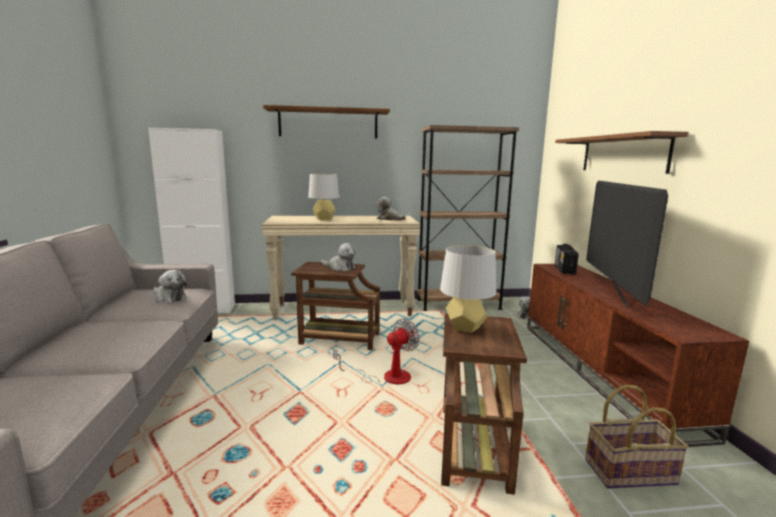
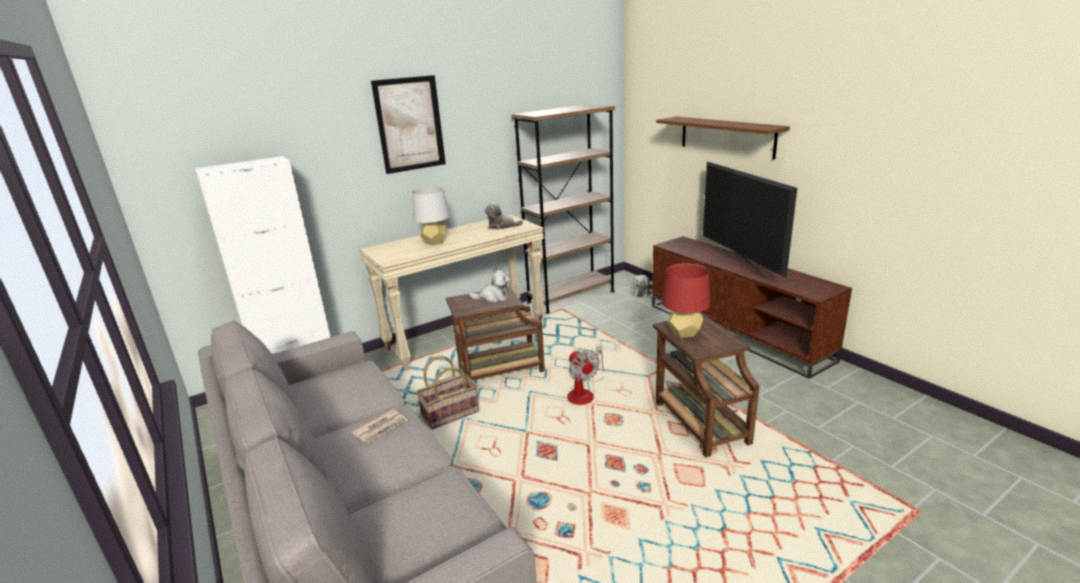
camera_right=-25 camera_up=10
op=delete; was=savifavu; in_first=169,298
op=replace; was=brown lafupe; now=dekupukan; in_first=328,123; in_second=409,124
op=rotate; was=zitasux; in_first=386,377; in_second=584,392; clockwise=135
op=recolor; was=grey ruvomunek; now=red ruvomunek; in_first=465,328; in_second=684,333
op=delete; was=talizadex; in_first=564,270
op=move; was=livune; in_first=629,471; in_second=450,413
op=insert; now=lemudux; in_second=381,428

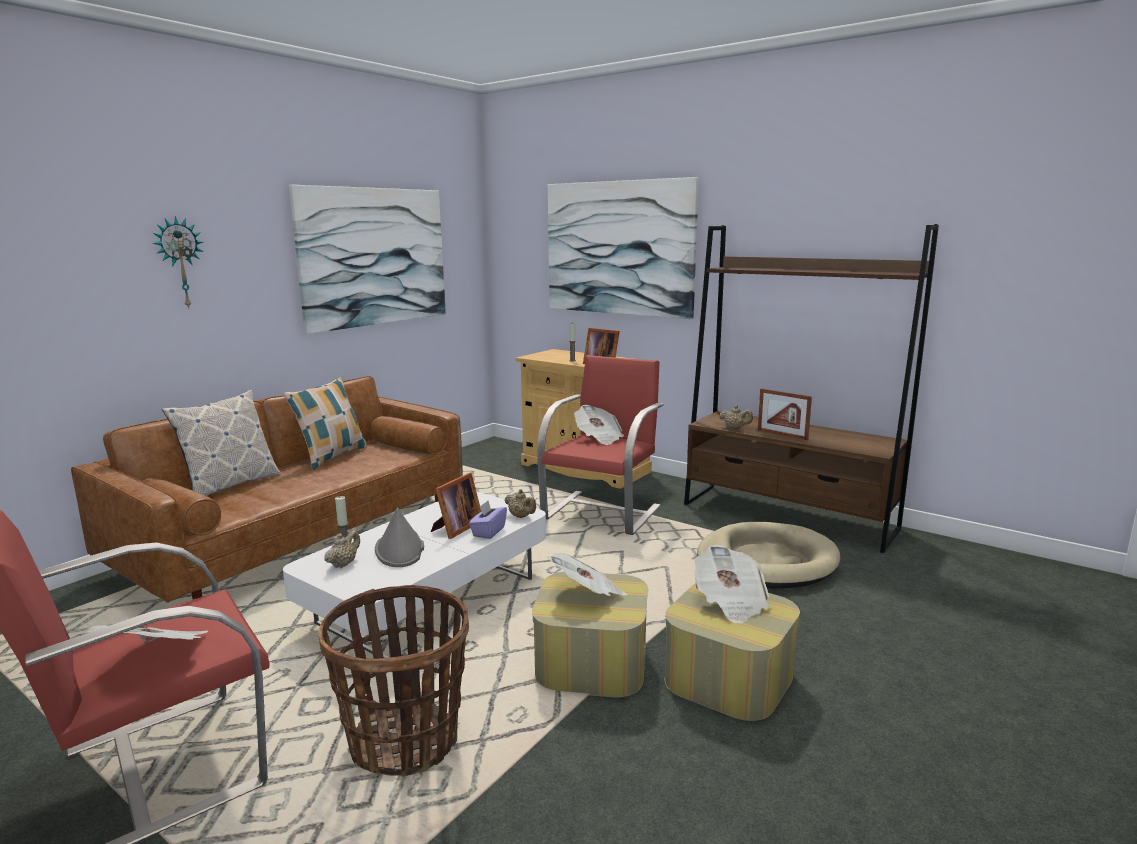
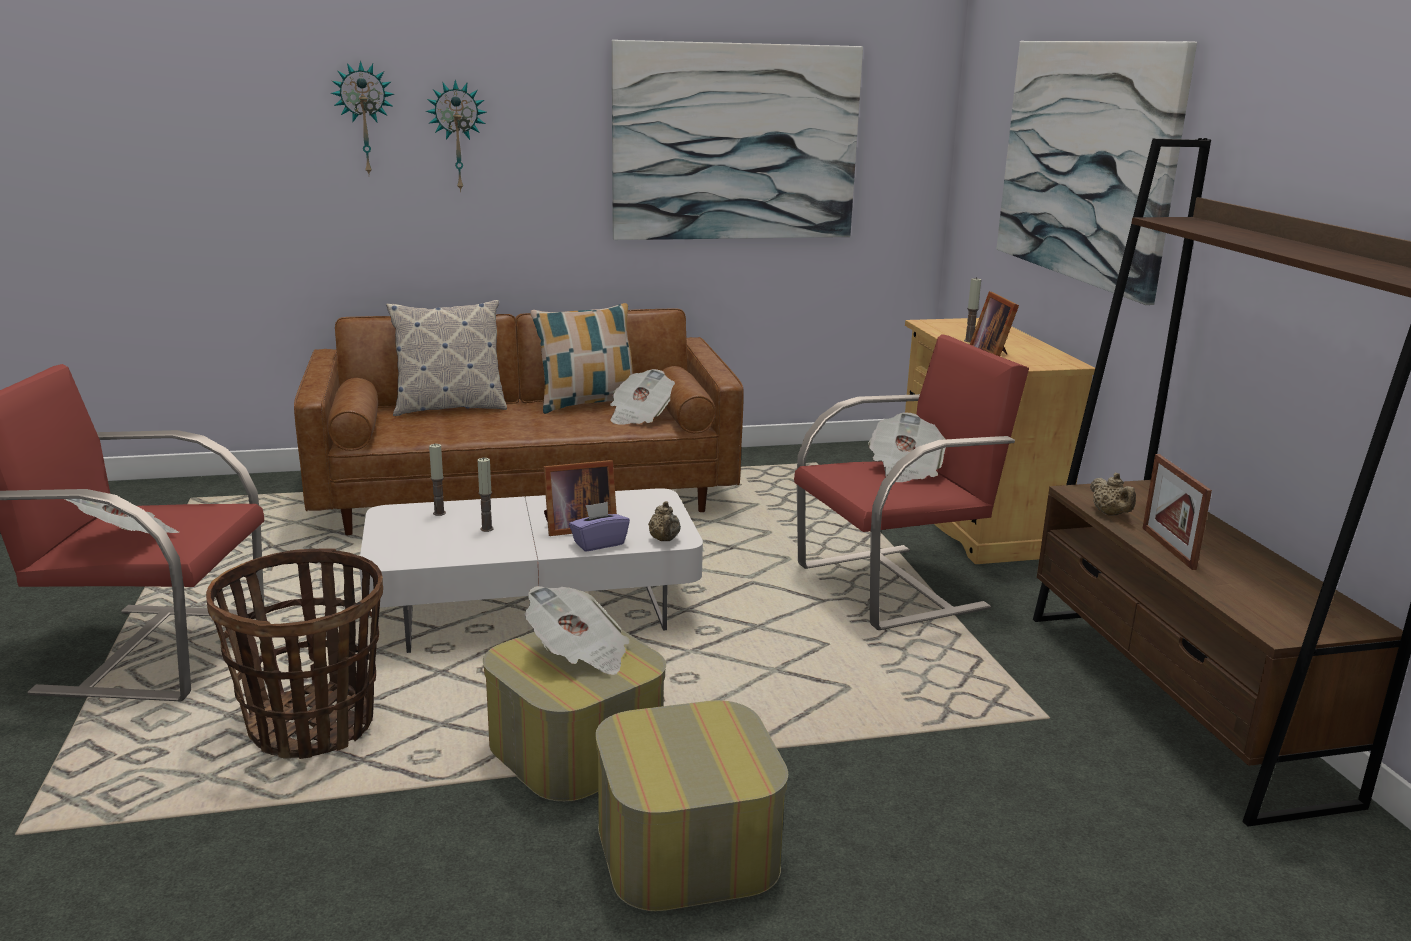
camera_right=40 camera_up=5
op=delete; was=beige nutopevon; in_first=343,564
op=replace; was=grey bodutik; now=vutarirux; in_first=400,549; in_second=487,529
op=move; was=lemudux; in_first=730,602; in_second=640,416
op=delete; was=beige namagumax; in_first=766,561
op=insert; now=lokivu; in_second=364,119

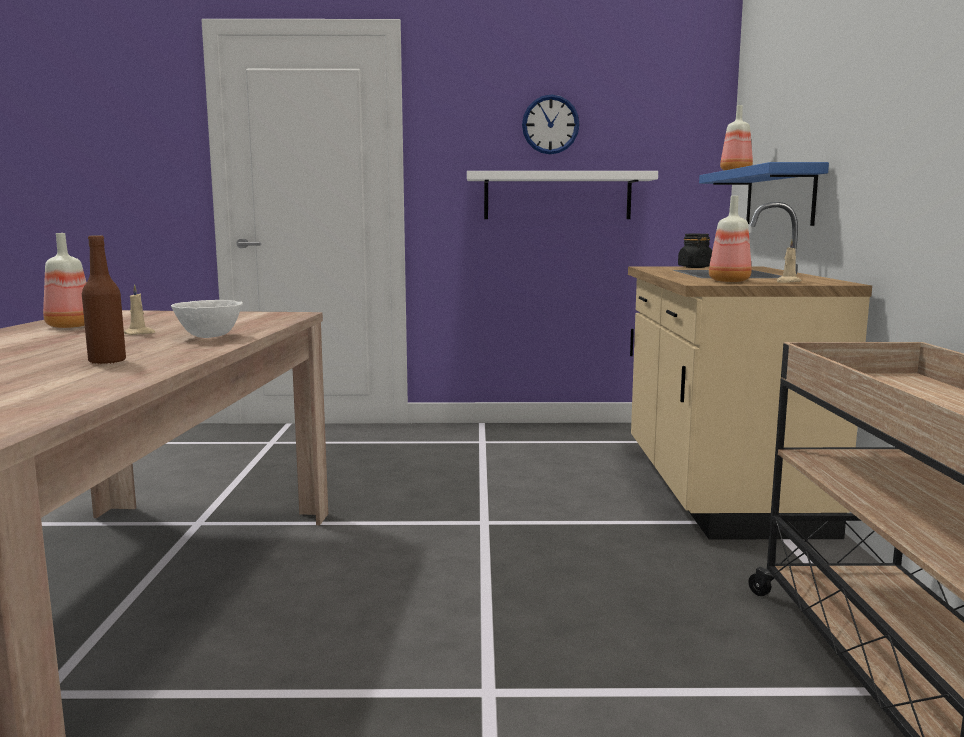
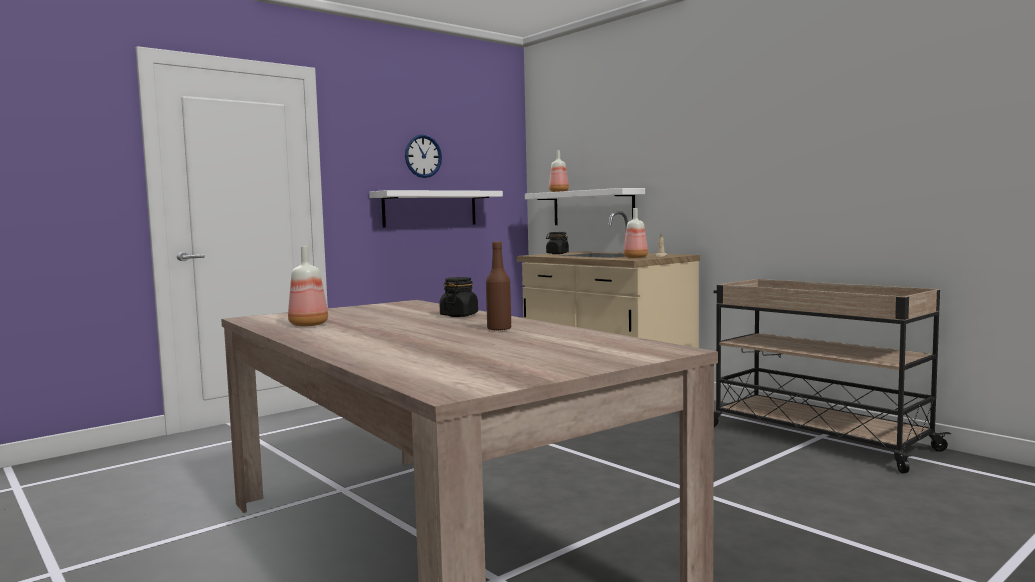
camera_right=-40 camera_up=-5
op=delete; was=beige vutarirux; in_first=140,333
op=replace; was=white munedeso; now=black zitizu; in_first=209,337; in_second=459,315
op=recolor; was=blue lafupe; now=white lafupe; in_first=779,197; in_second=592,208

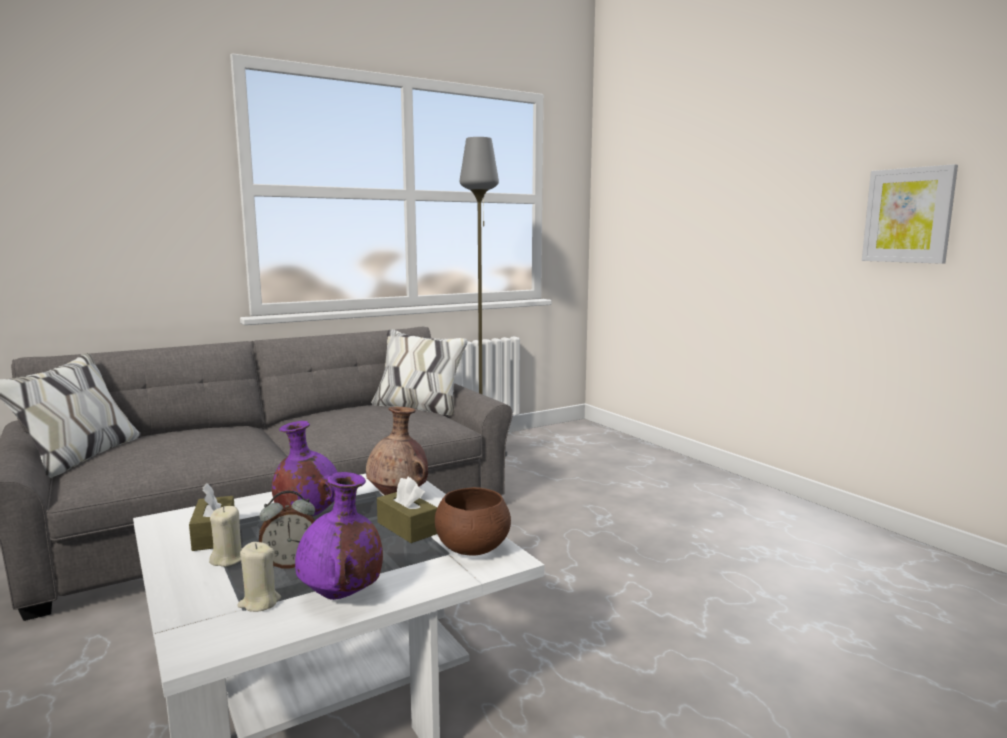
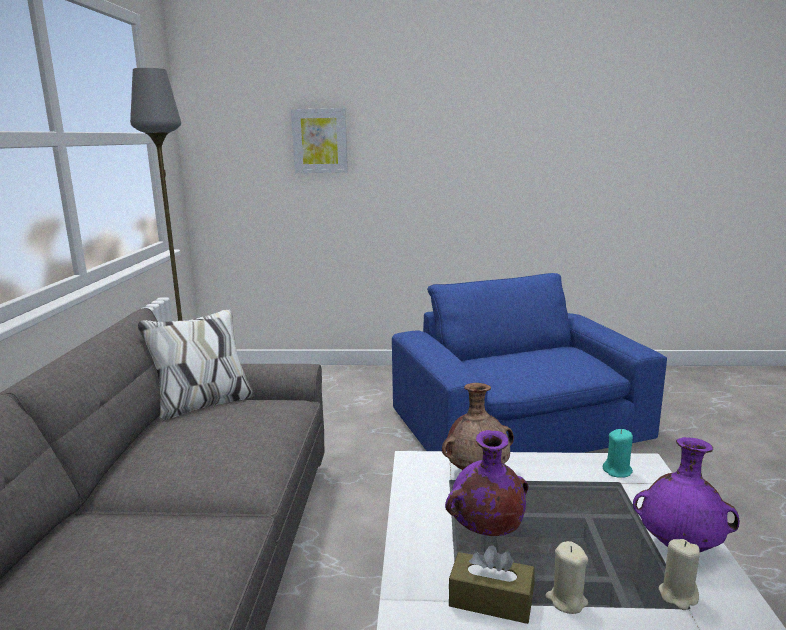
camera_right=-55 camera_up=5
op=delete; was=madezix; in_first=291,564
op=delete; was=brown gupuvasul; in_first=407,528
op=replace; was=brown munedeso; now=turquoise vutarirux; in_first=471,549; in_second=617,471
op=move; was=dekupukan; in_first=908,215; in_second=320,141
op=insert; now=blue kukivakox; in_second=519,427

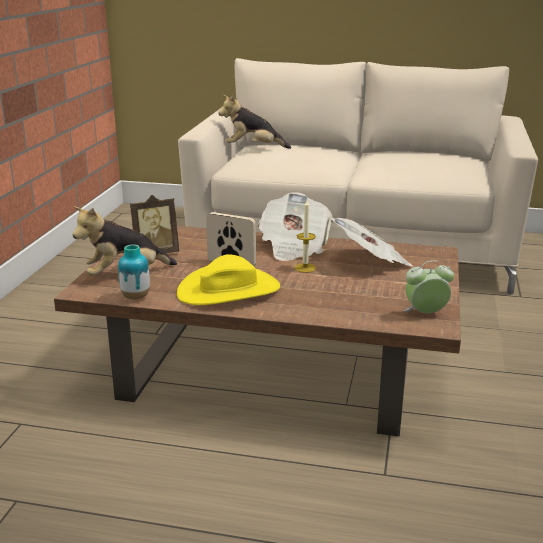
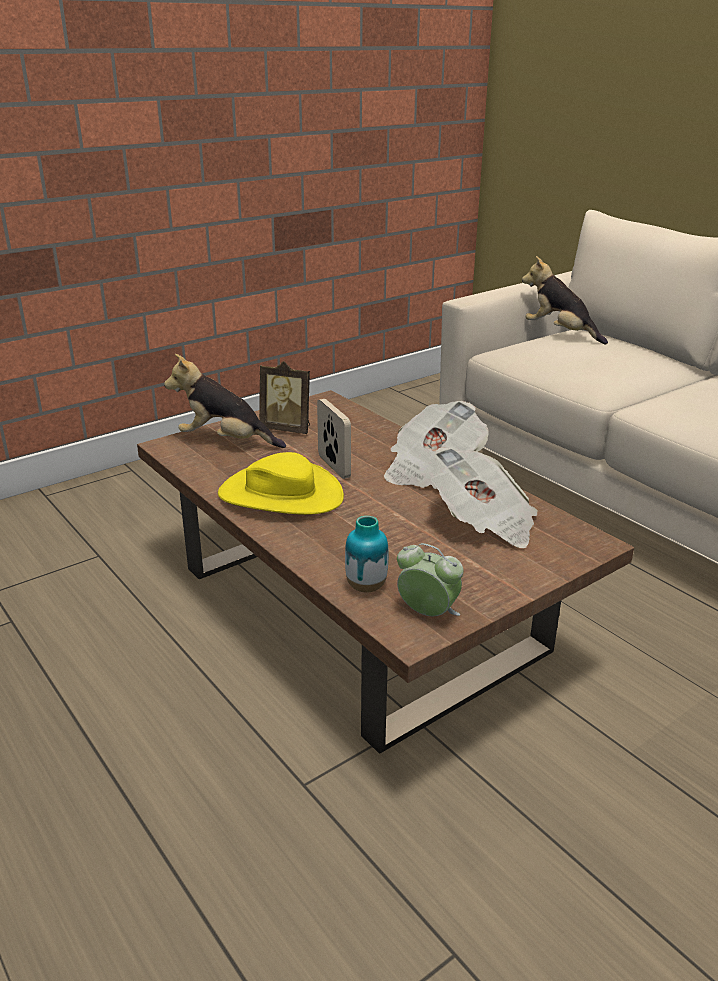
camera_right=40 camera_up=5
op=move; was=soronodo; in_first=135,297; in_second=366,586
op=delete; was=vutarirux; in_first=305,268

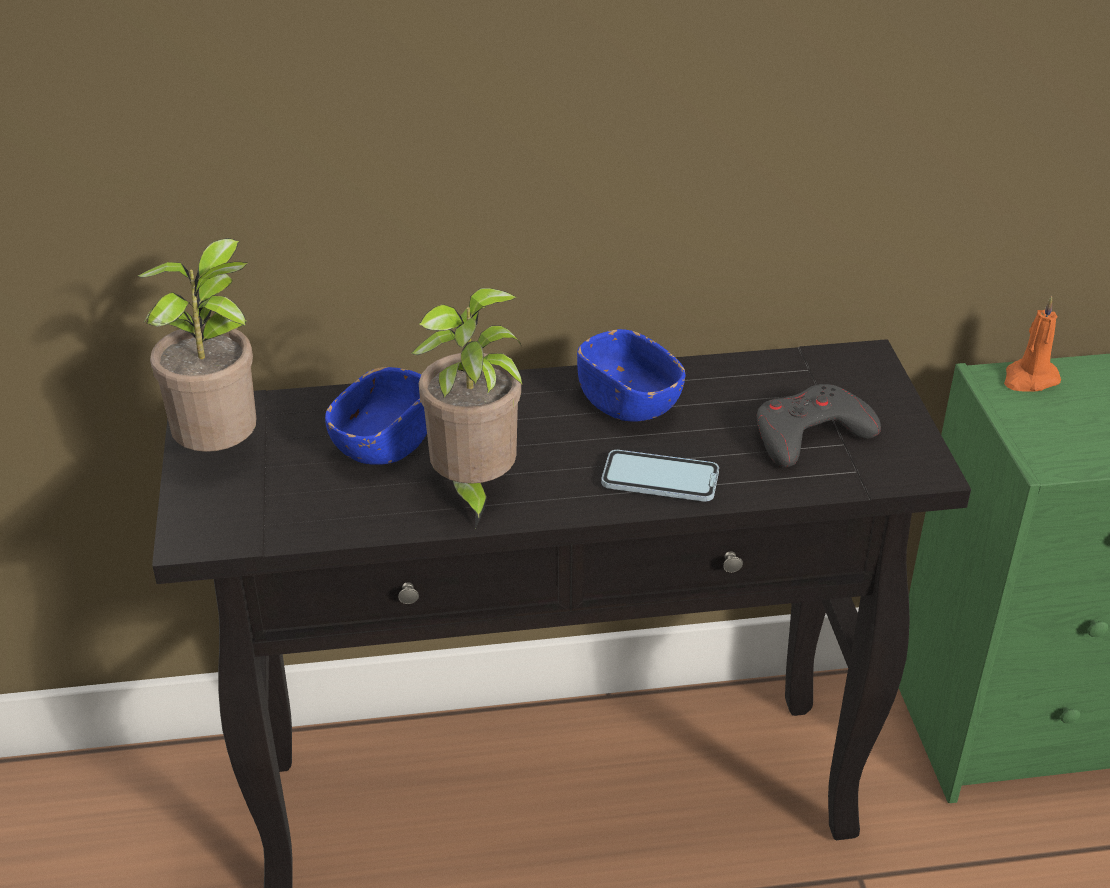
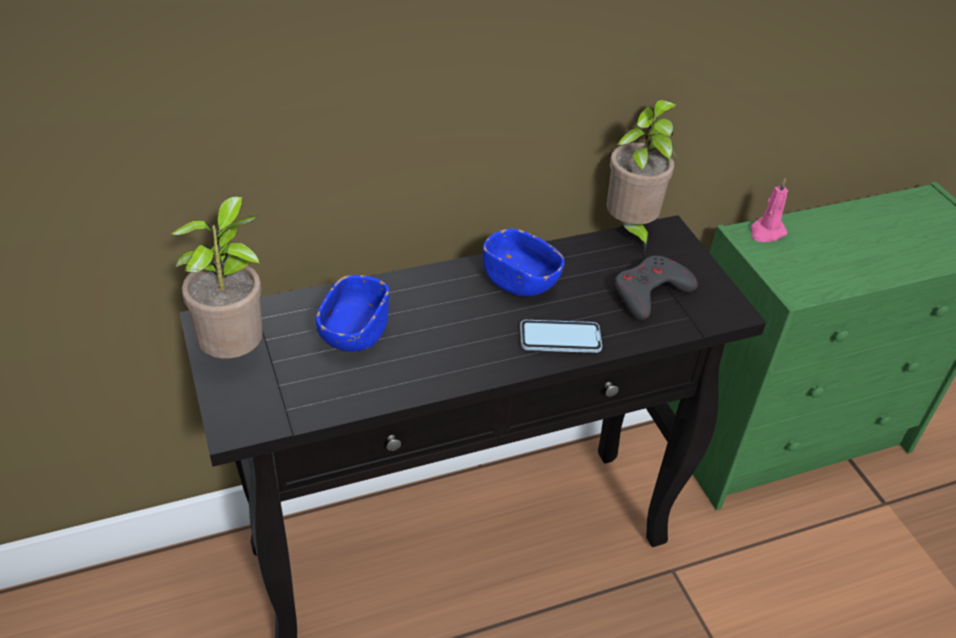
camera_right=-15 camera_up=5
op=move; was=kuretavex; in_first=473,490; in_second=630,230
op=recolor; was=orange vutarirux; now=pink vutarirux; in_first=1029,379; in_second=766,232

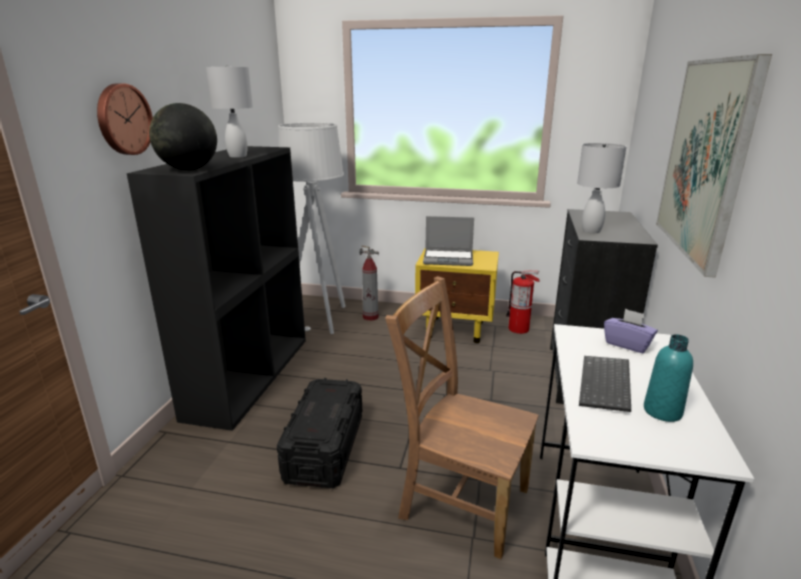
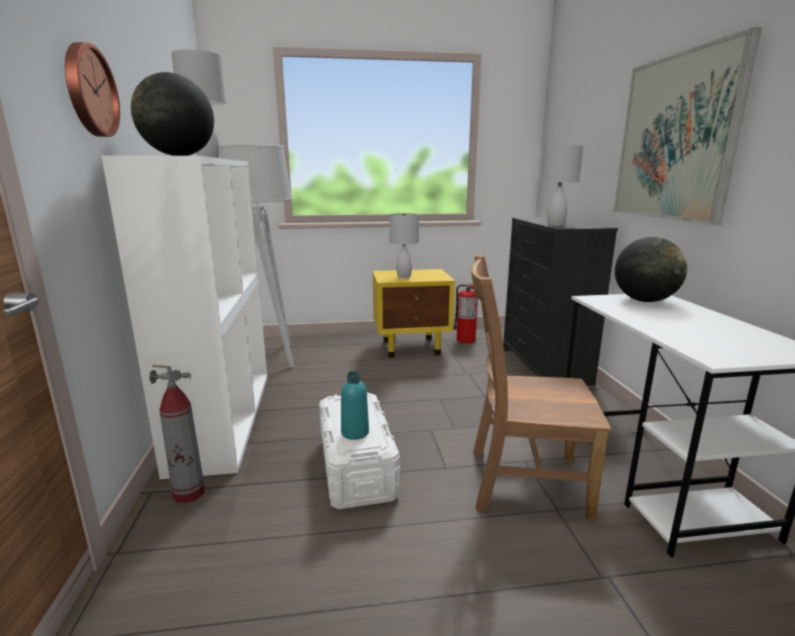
camera_right=-20 camera_up=-5
op=recolor; was=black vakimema; now=white vakimema; in_first=249,375; in_second=223,417
op=recolor; was=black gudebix; now=white gudebix; in_first=325,448; in_second=357,466
op=move; was=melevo; in_first=370,317; in_second=189,493
op=replace; was=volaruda; now=white ruvomunek; in_first=449,259; in_second=404,276
op=delete; was=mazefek; in_first=606,385
op=replace; was=purple gupuvasul; now=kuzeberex; in_first=627,344; in_second=644,300
op=move; was=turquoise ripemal; in_first=662,411; in_second=355,432

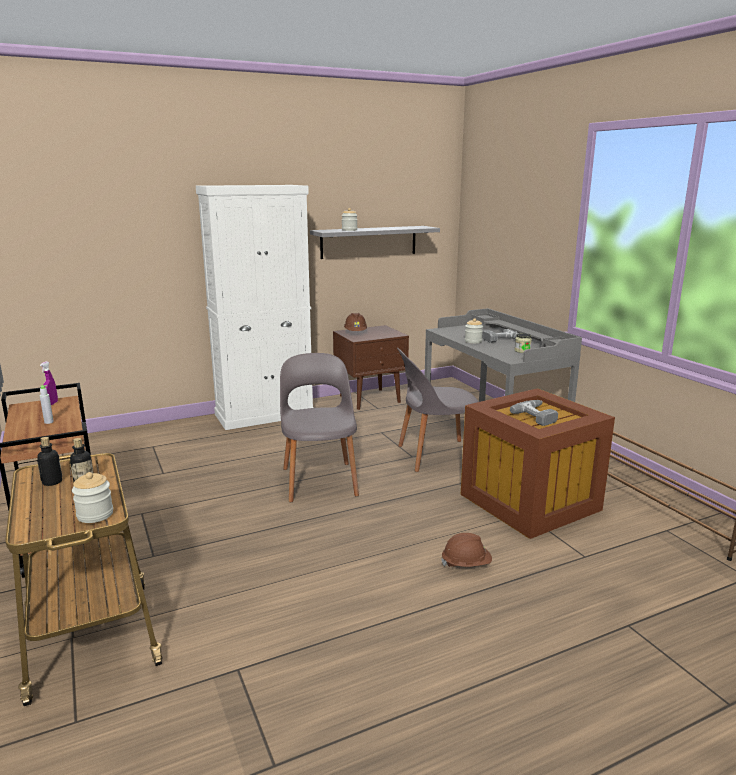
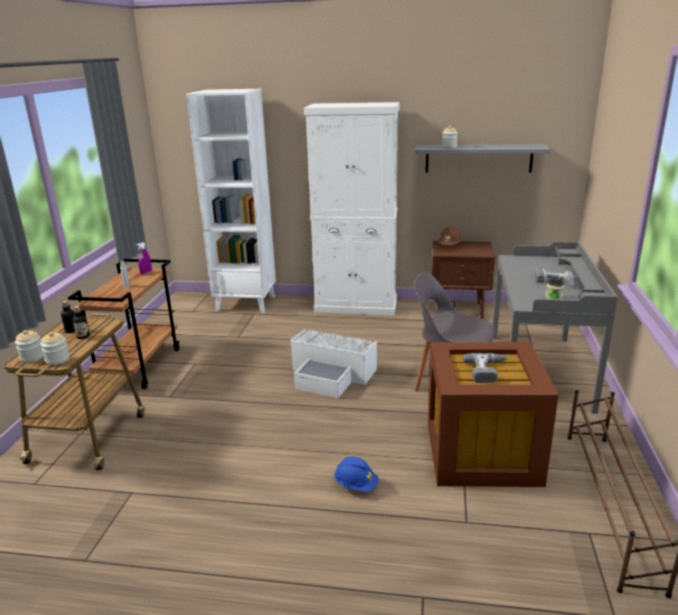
camera_right=35 camera_up=5
op=replace; was=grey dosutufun; now=white gudebix; in_first=319,480; in_second=332,374
op=recolor; was=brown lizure; now=blue lizure; in_first=466,564; in_second=356,485
op=move; was=zitizu; in_first=473,341; in_second=32,357
op=insert; now=white vakimema; in_second=246,303

